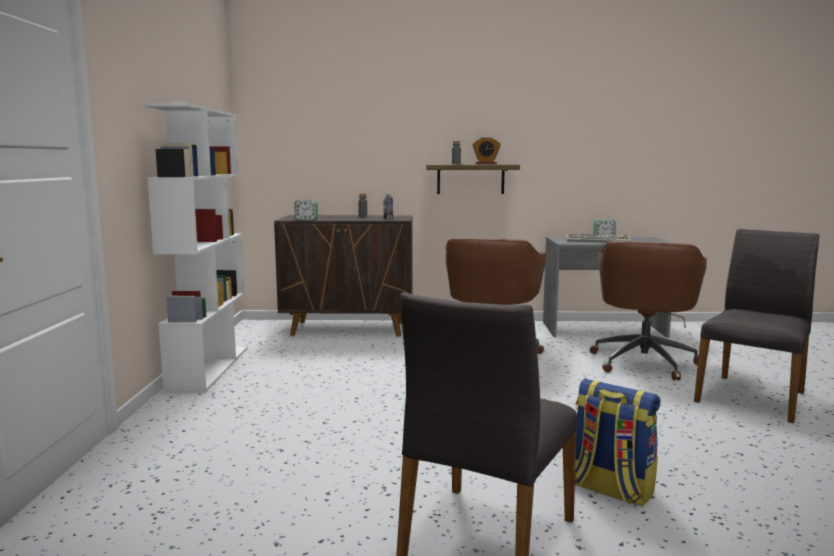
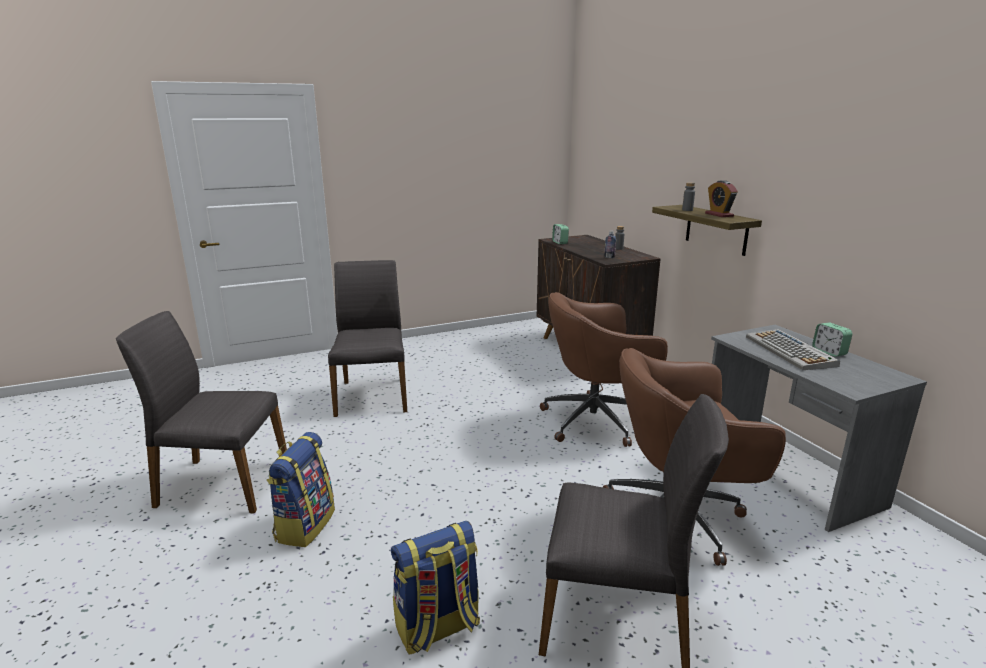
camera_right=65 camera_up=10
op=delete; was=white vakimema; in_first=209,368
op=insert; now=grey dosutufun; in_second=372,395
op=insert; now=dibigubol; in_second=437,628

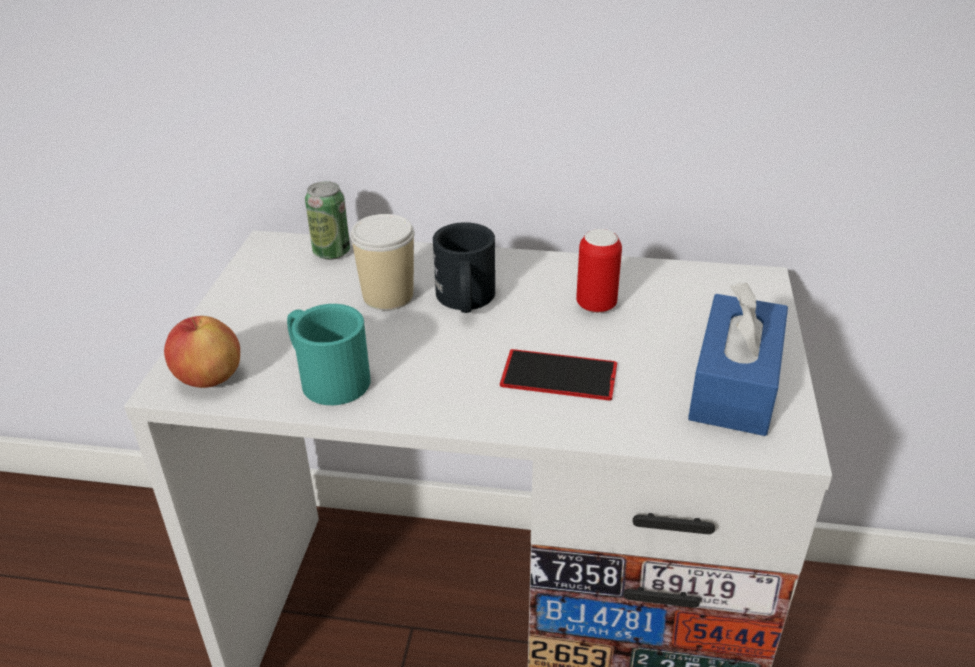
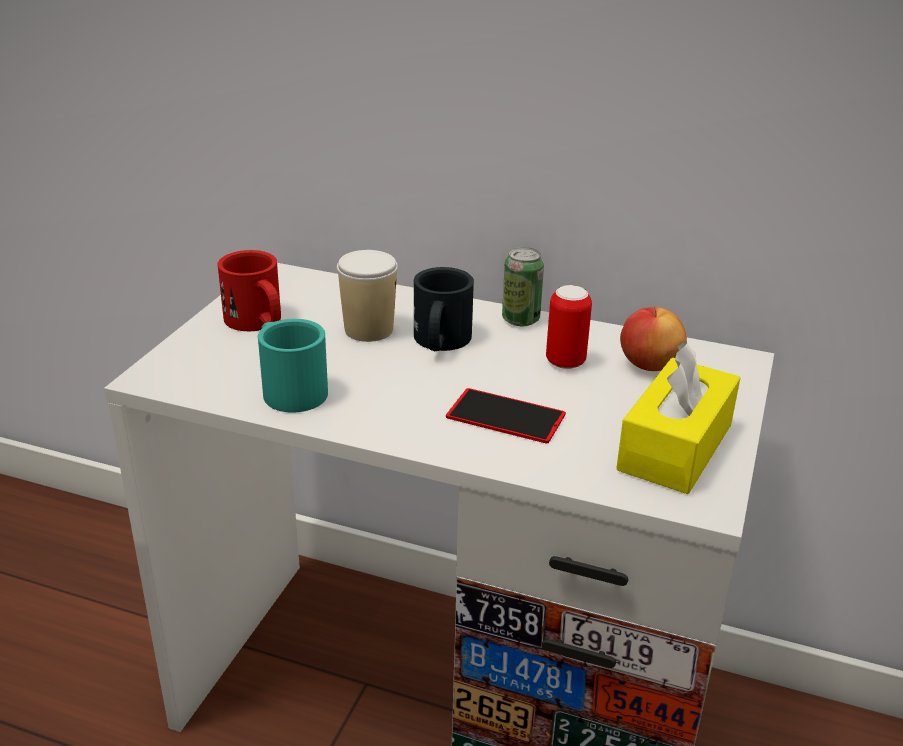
camera_right=10 camera_up=-5
op=move; was=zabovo; in_first=208,378; in_second=648,365
op=move; was=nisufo; in_first=331,252; in_second=520,319
op=recolor; was=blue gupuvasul; now=yellow gupuvasul; in_first=734,385; in_second=675,447
op=insert; now=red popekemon; in_second=258,323

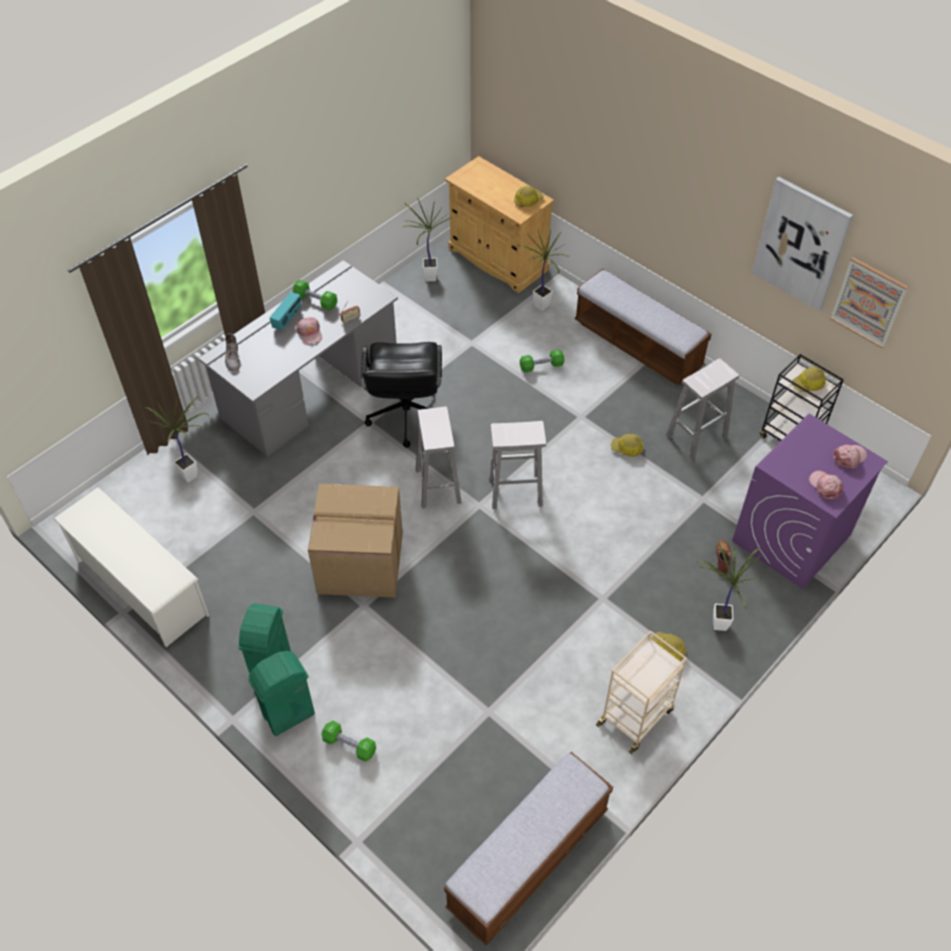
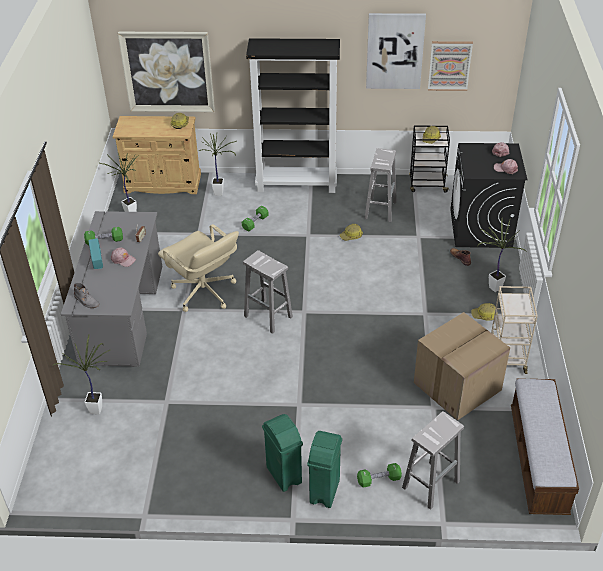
camera_right=-40 camera_up=-10
op=delete; was=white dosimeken; in_first=141,587
op=move; was=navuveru; in_first=359,563; in_second=457,387
op=recolor; was=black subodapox; now=beige subodapox; in_first=406,416; in_second=204,293
op=move; was=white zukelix; in_first=516,491; in_second=431,484
op=replace; was=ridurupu; now=black vakimema; in_first=637,345; in_second=297,184
op=recolor; was=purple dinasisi; now=black dinasisi; in_first=791,538; in_second=481,228
op=insert; now=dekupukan; in_second=168,72

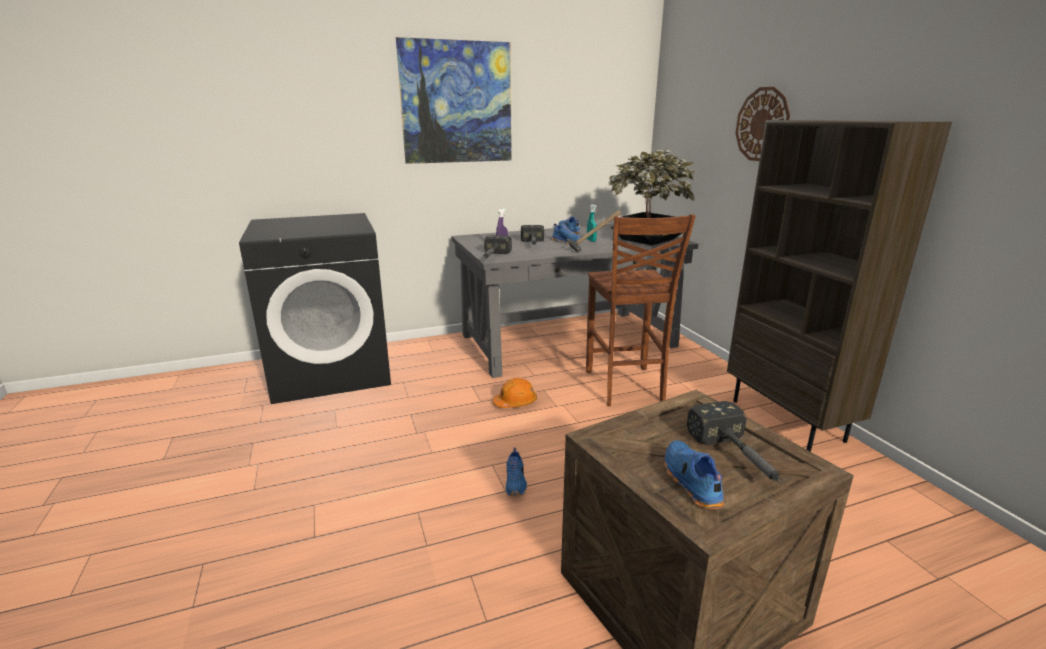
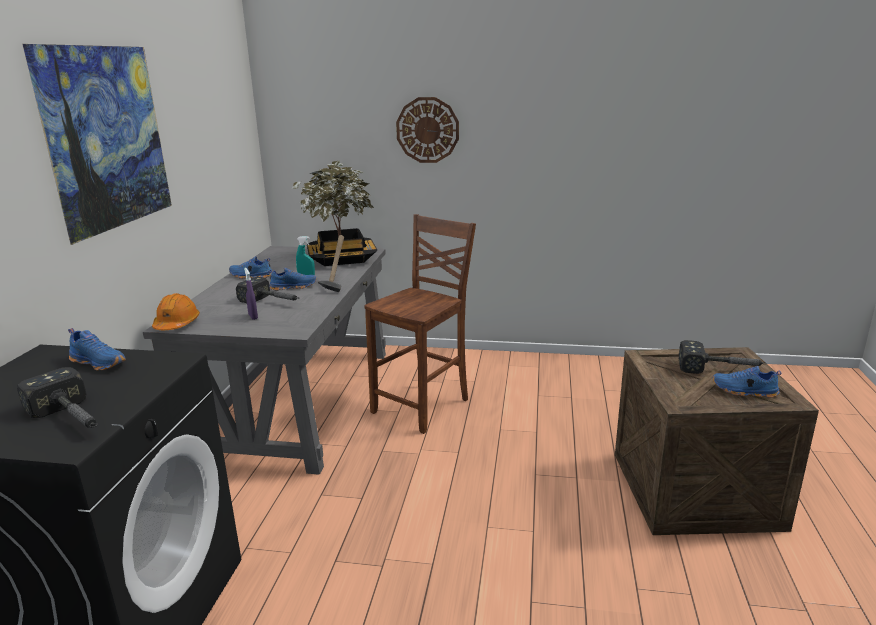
camera_right=-60 camera_up=0
op=move; was=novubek; in_first=492,257; in_second=73,419
op=move; was=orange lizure; in_first=515,402; in_second=177,324
op=move; was=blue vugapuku; in_first=516,483; in_second=100,362
op=rotate; was=brown dosutufun; in_first=625,387; in_second=424,406; clockwise=-75
op=delete; was=brown vakimema; in_first=788,420

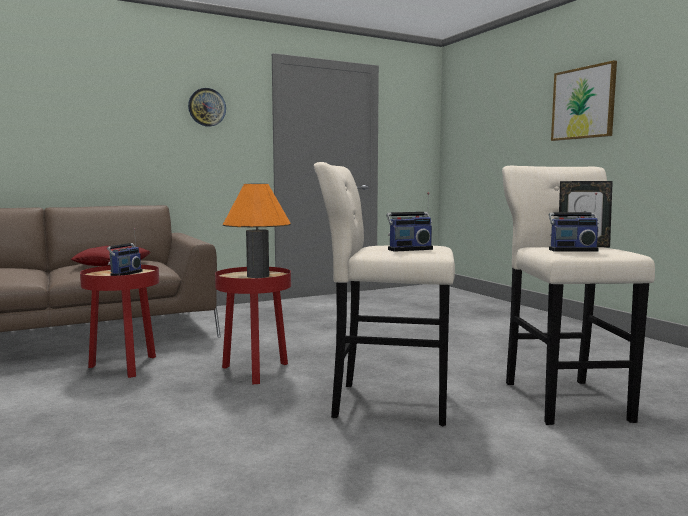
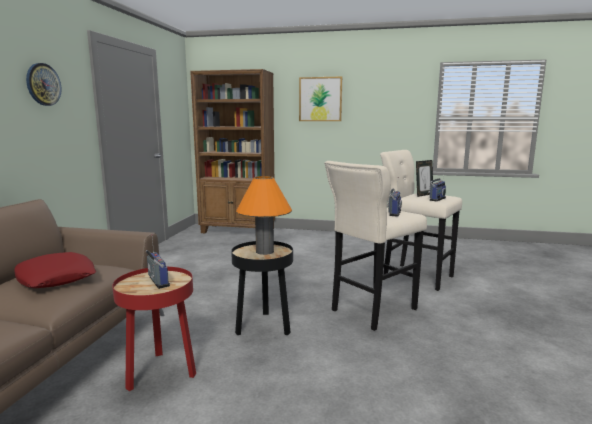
camera_right=-50 camera_up=5
op=recolor; was=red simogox; now=black simogox; in_first=255,371; in_second=264,326
op=insert; now=brown vakimema; in_second=238,231

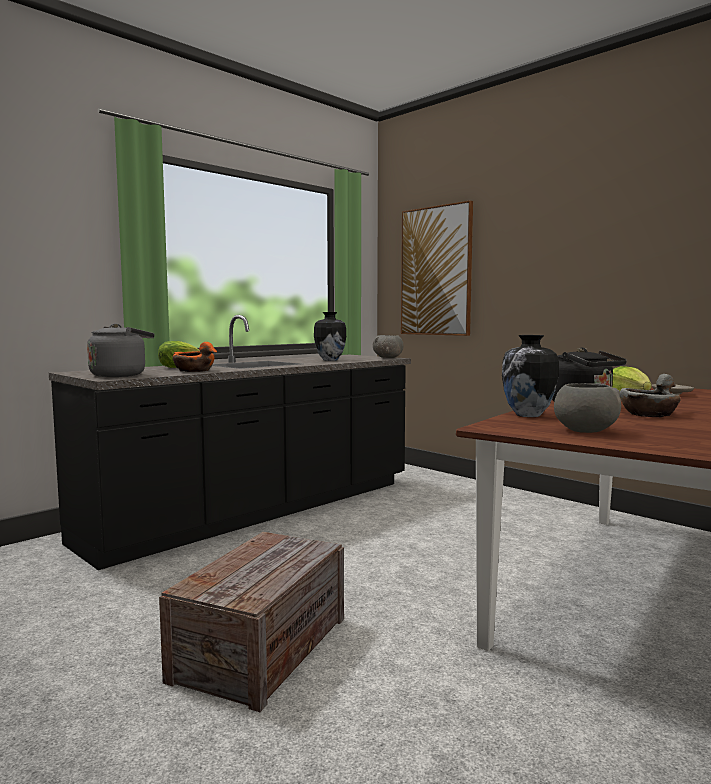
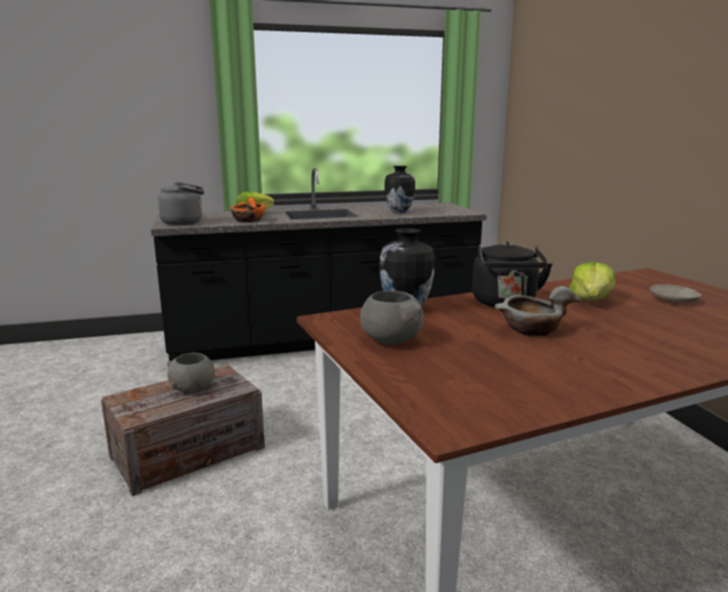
camera_right=30 camera_up=10
op=move; was=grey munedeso; in_first=388,357; in_second=193,389
op=delete; was=dekupukan; in_first=436,271

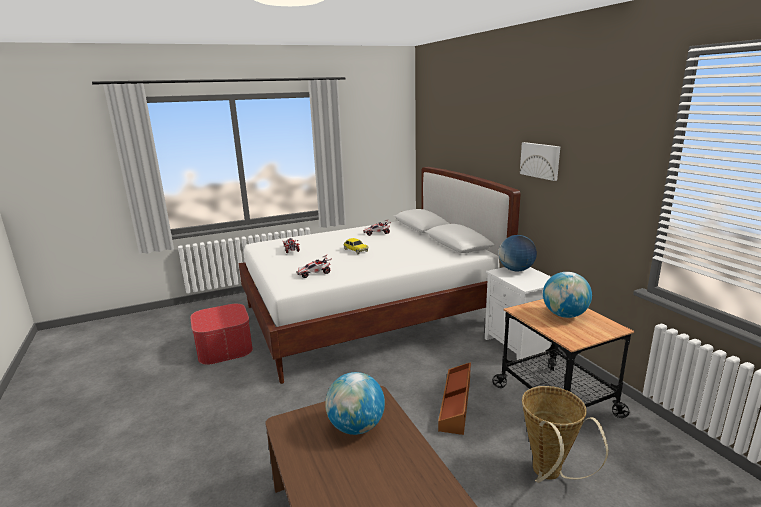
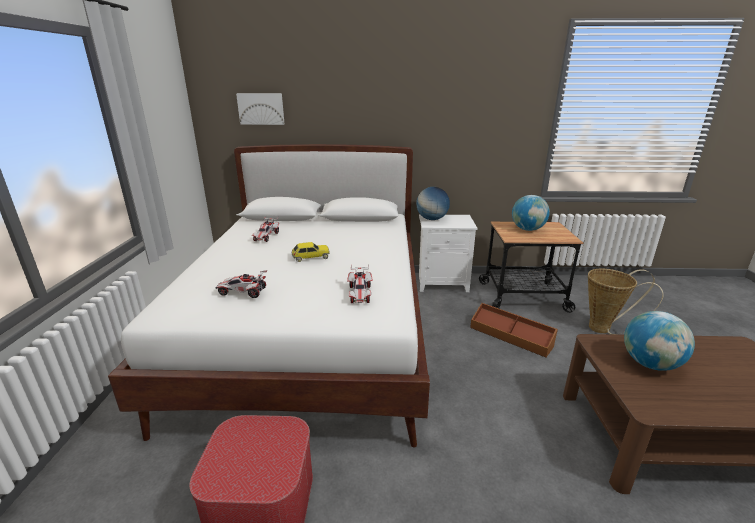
camera_right=-65 camera_up=5
op=move; was=dekupukan; in_first=540,160; in_second=261,108

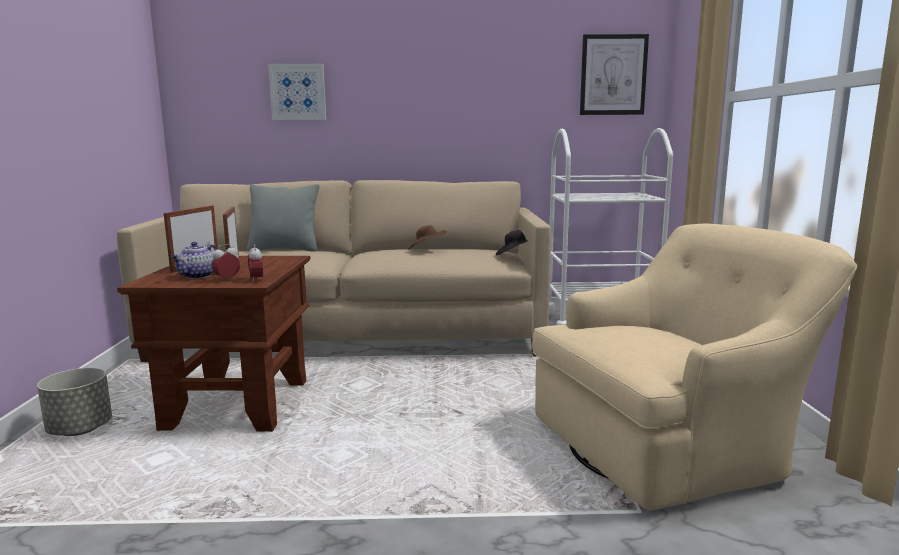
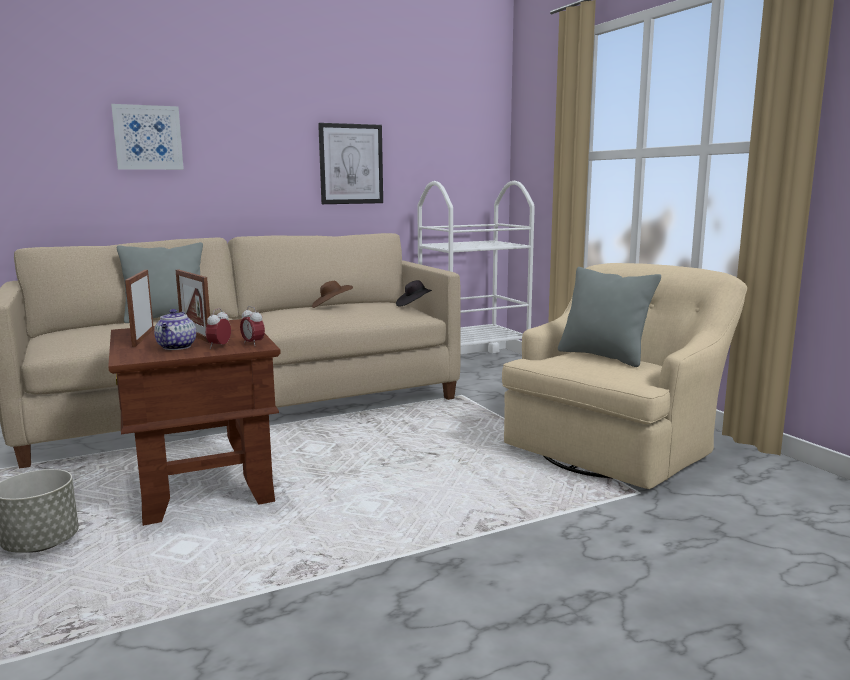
camera_right=-25 camera_up=0
op=move; was=dekupukan; in_first=613,75; in_second=351,164
op=insert; now=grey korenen; in_second=603,356

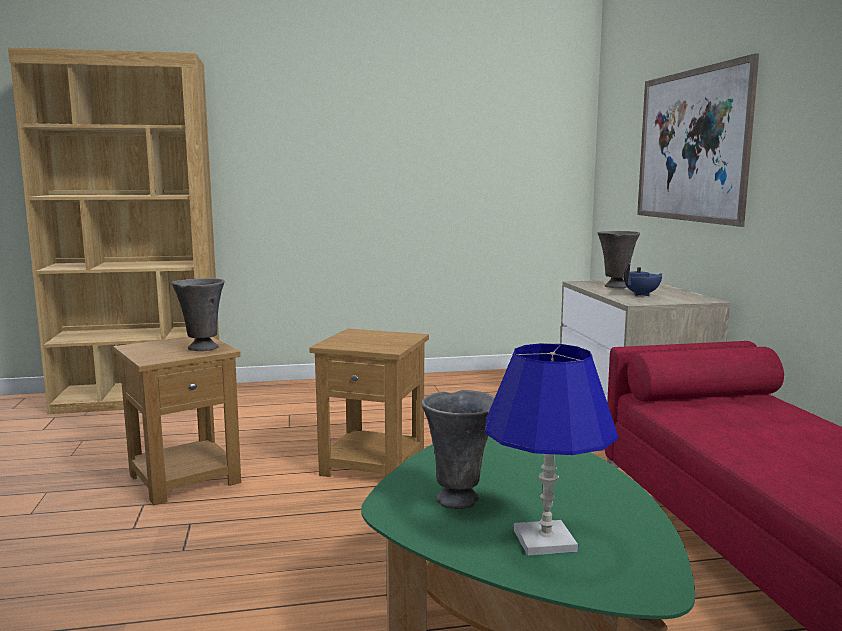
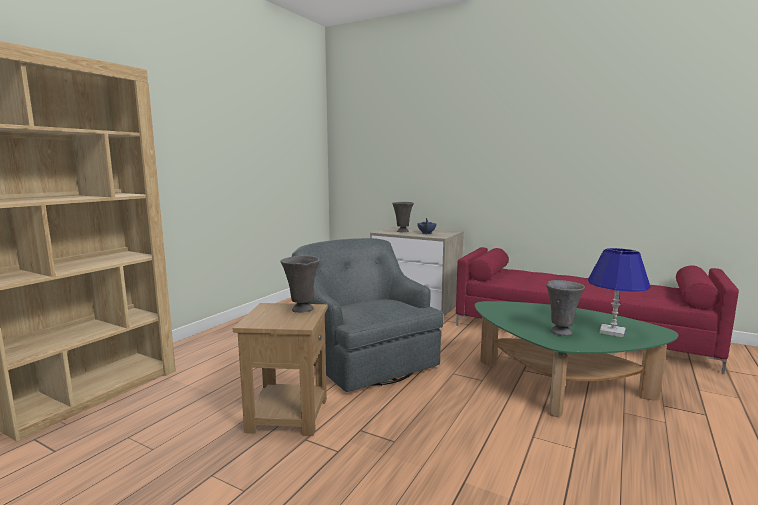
camera_right=-50 camera_up=0
op=replace; was=brown simogox; now=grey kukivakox; in_first=374,465; in_second=365,359
op=delete; was=dekupukan; in_first=690,146

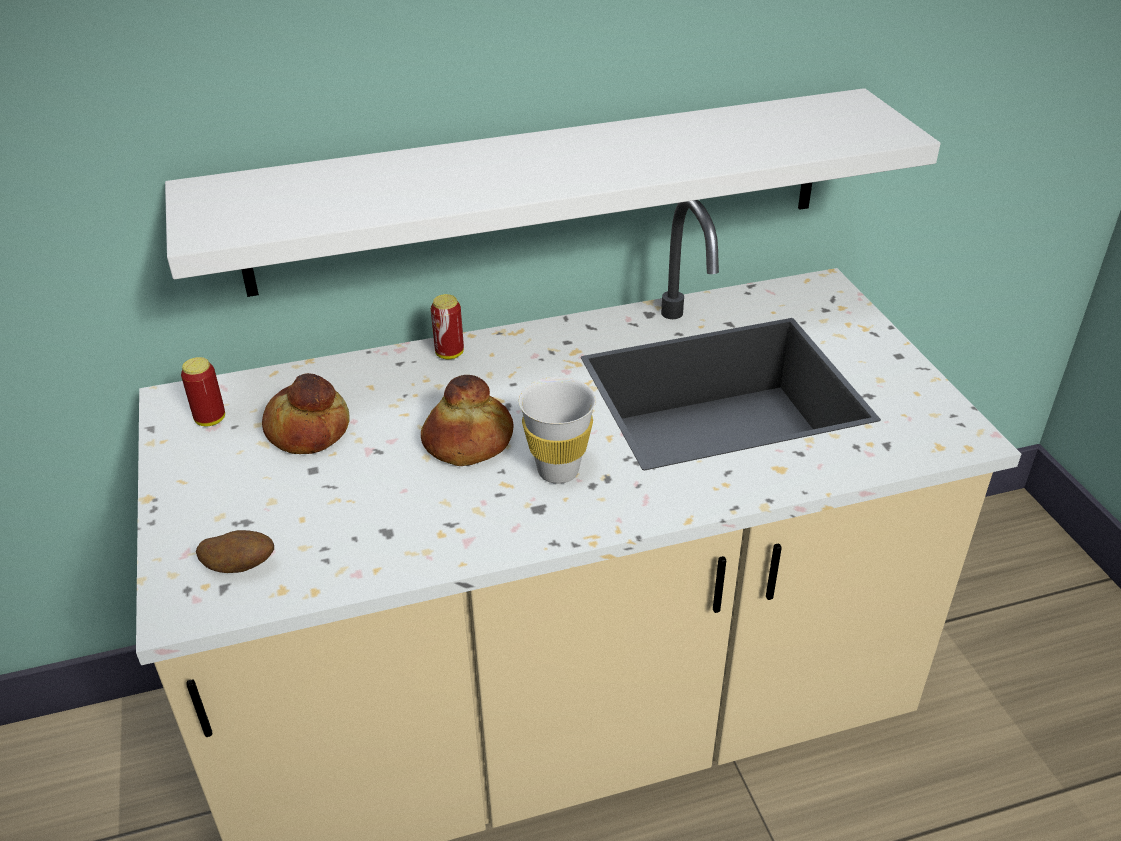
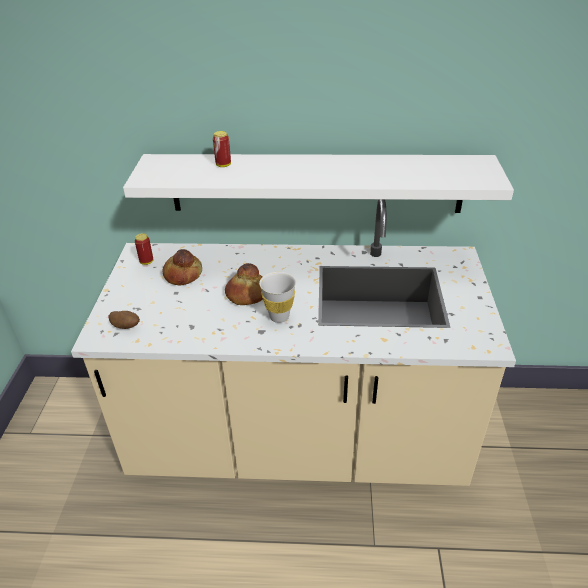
camera_right=20 camera_up=0
op=move; was=nisufo; in_first=449,354; in_second=223,165

